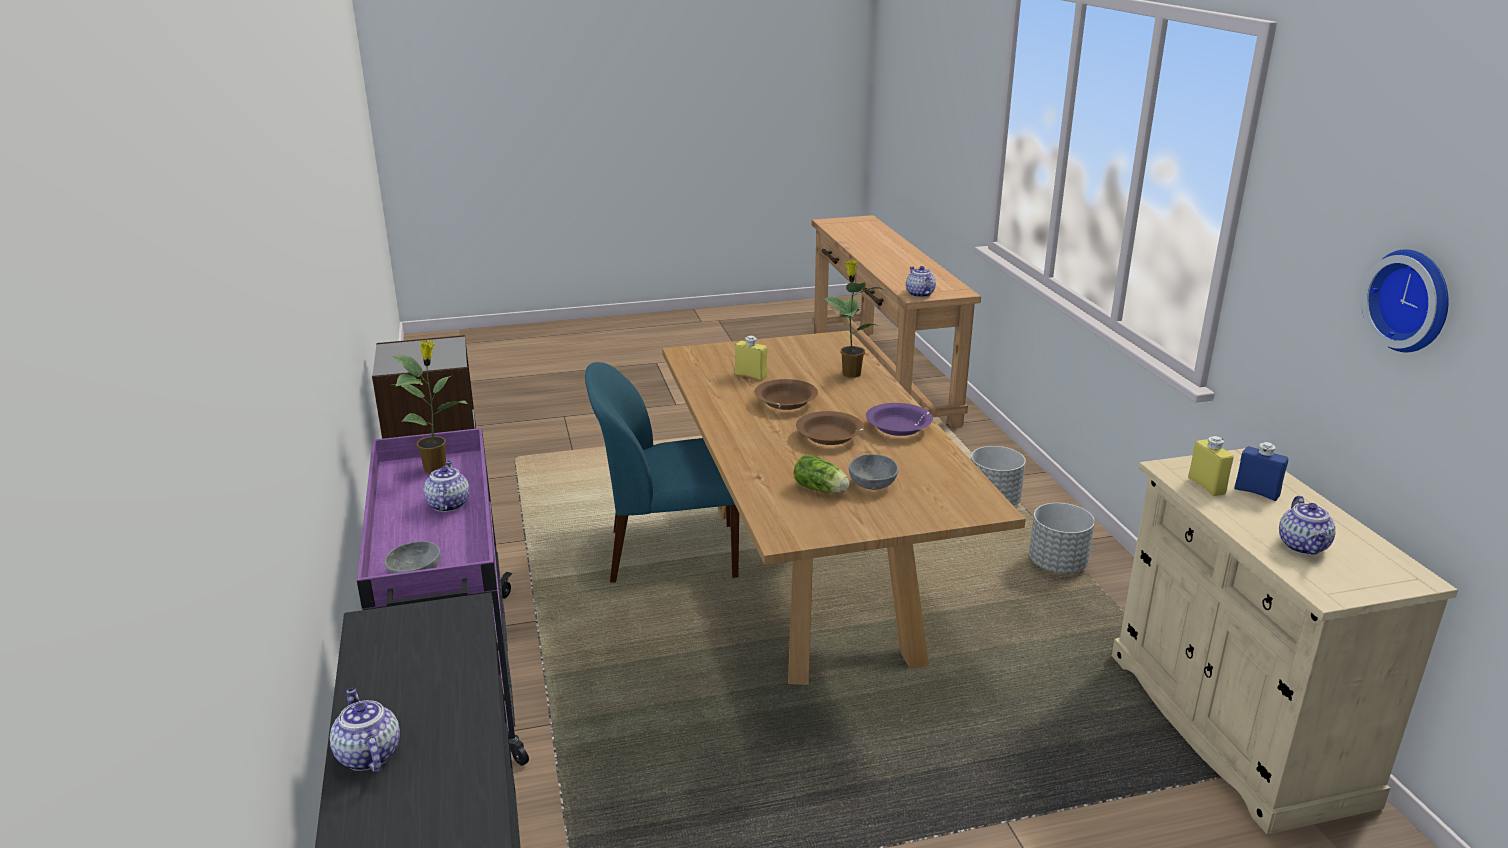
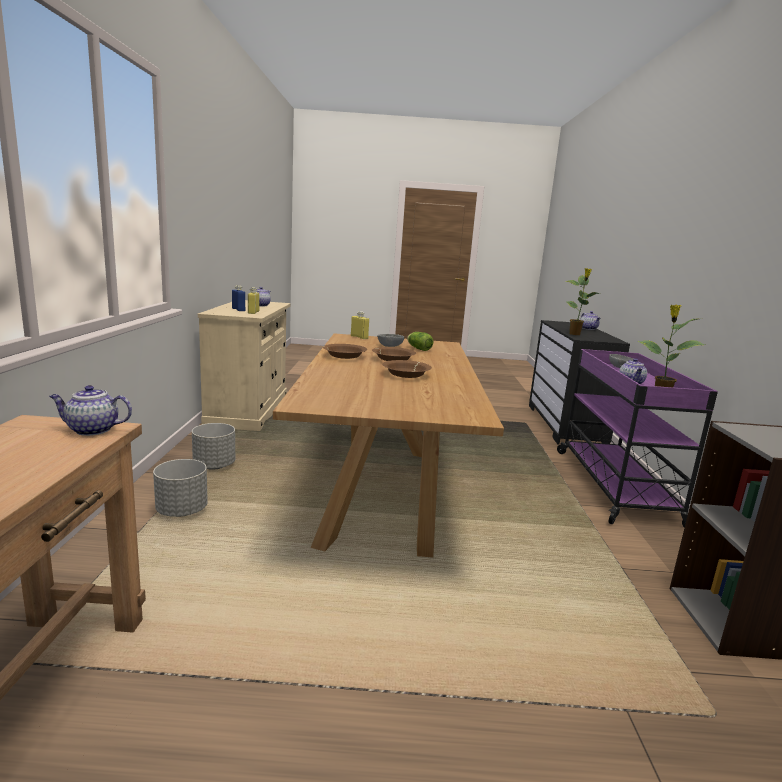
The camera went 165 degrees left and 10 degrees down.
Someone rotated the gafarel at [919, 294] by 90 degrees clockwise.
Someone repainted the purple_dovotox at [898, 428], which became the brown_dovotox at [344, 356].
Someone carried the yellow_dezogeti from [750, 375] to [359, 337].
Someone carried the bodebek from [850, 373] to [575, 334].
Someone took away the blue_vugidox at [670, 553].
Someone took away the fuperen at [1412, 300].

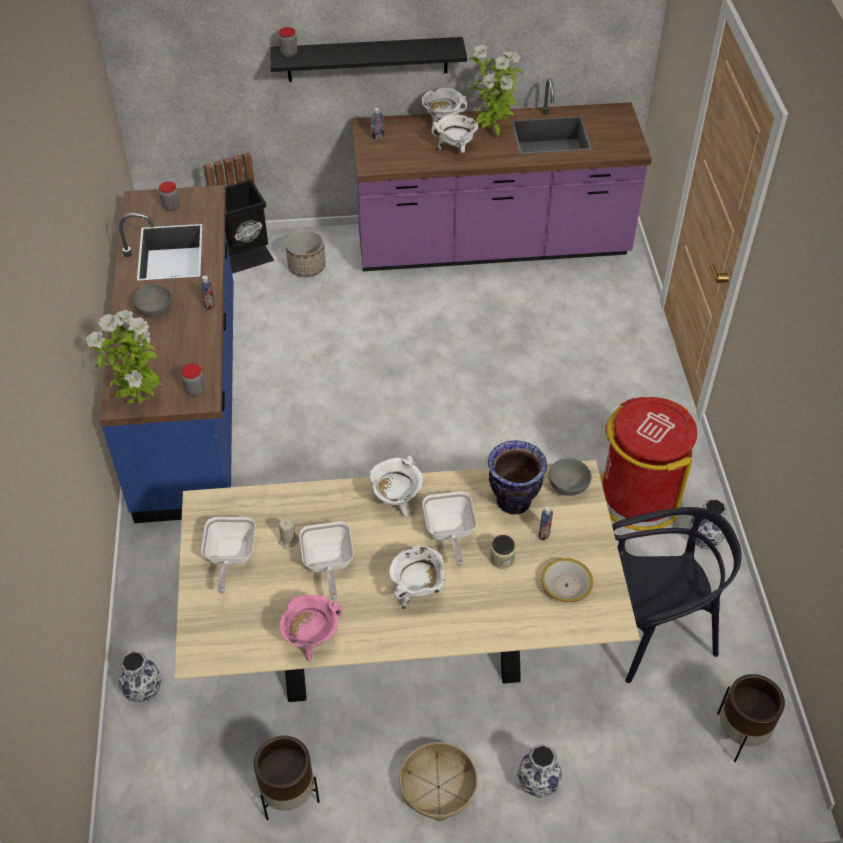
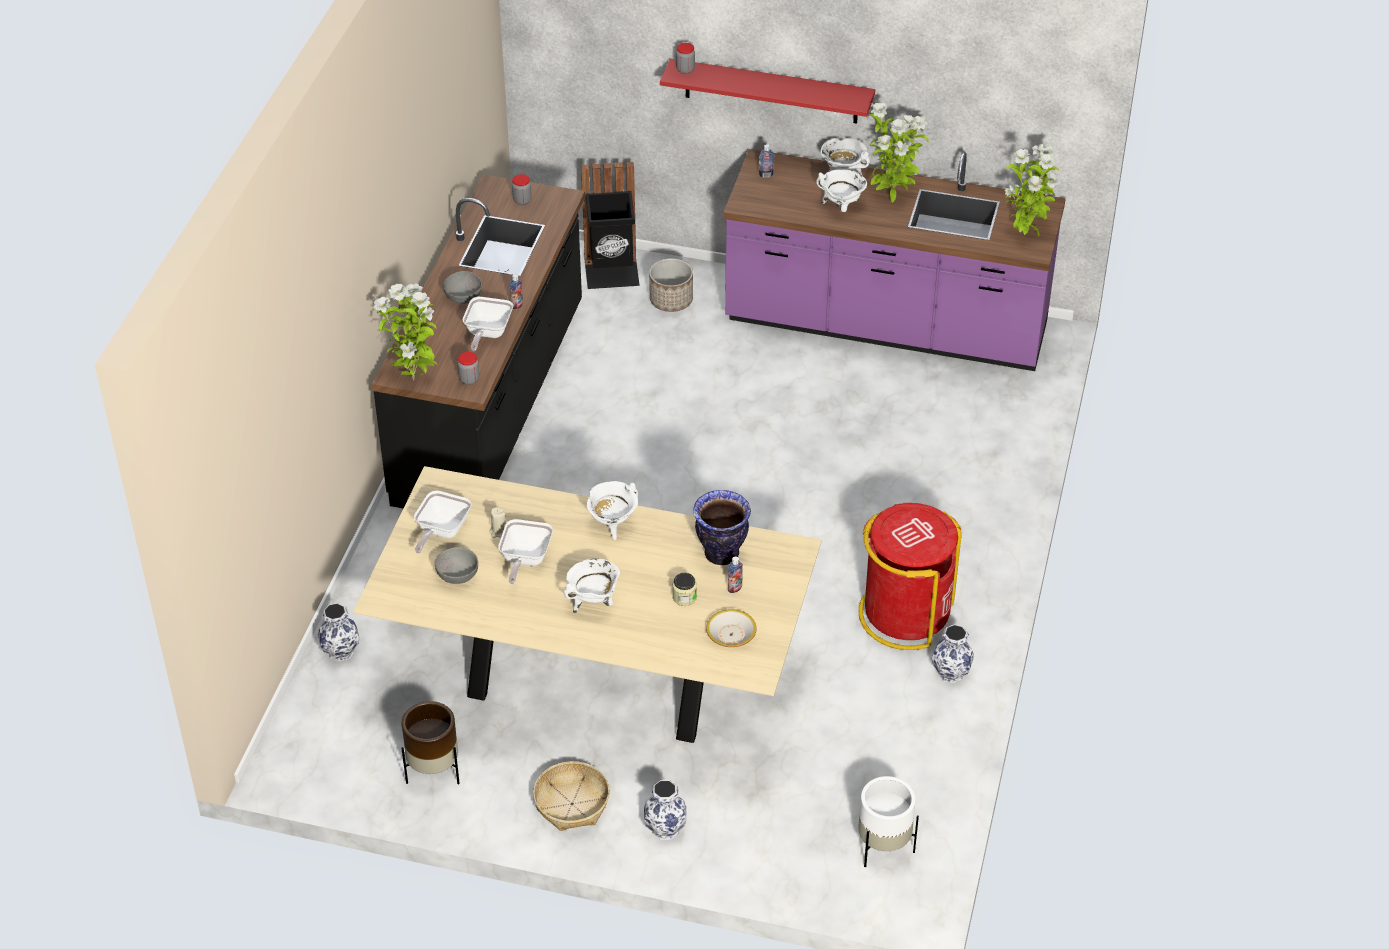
The camera went 20 degrees right and 5 degrees down.
Someone repainted the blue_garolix at [191, 399], which became the black_garolix at [492, 405].
Someone carried the grey_dovotox from [567, 486] to [456, 575].
Someone carried the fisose from [449, 533] to [487, 333].
Someone repainted the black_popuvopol at [367, 59], which became the red_popuvopol at [771, 91].
Someone repainted the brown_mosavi at [740, 735], which became the white_mosavi at [883, 847].
Someone put down the bodebek at [1026, 235].
Someone took away the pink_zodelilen at [312, 640].
Someone took away the black_vugidox at [655, 630].

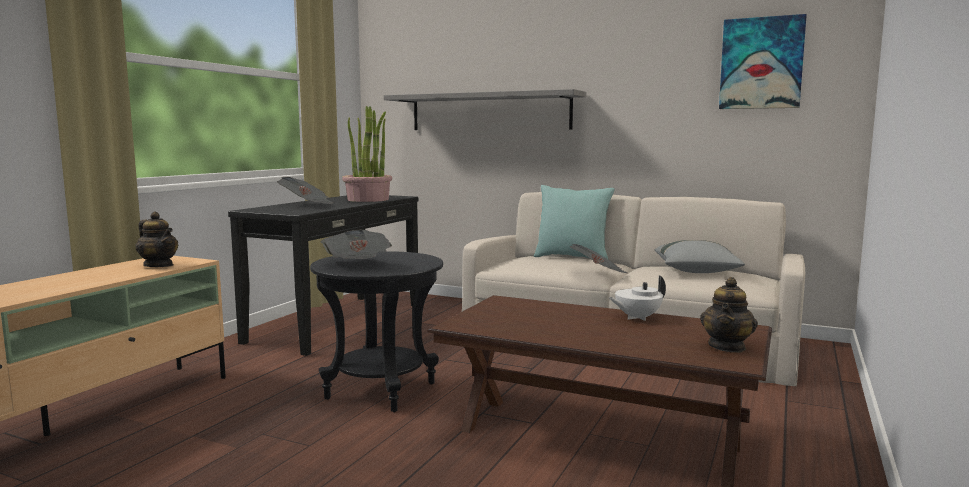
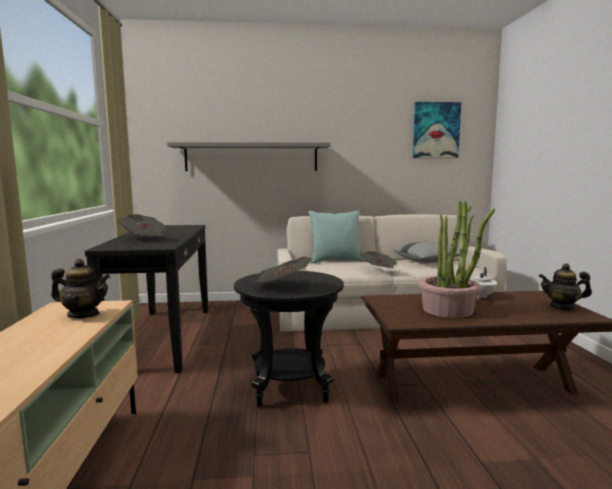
The camera went 30 degrees left and 0 degrees up.
Someone carried the bodebek from [368, 199] to [448, 310].
Someone rotated the gafarel at [727, 347] by 105 degrees clockwise.

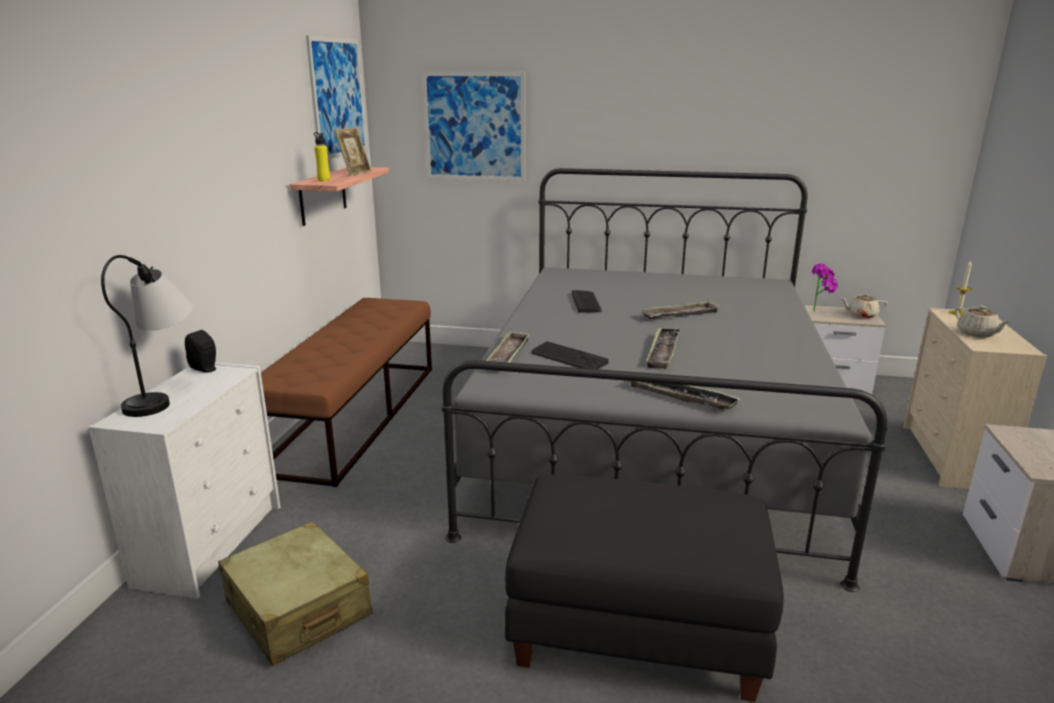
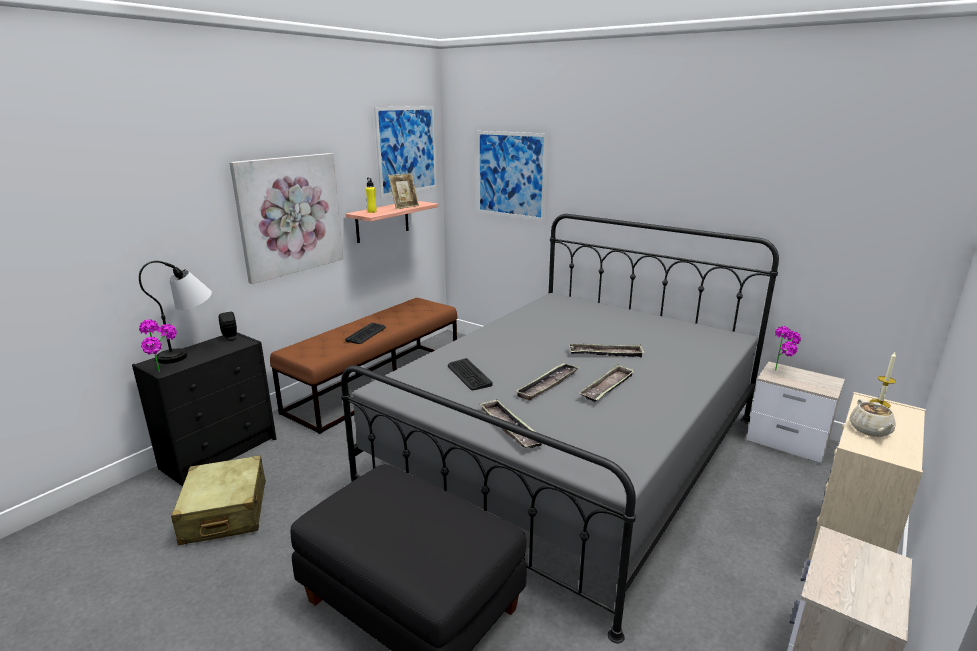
The camera went 25 degrees right and 0 degrees up.
Someone repainted the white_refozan at [212, 543], which became the black_refozan at [221, 452].
Someone put down the bodebek at [165, 372].
Someone put up the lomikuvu at [290, 215].
Someone carried the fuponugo from [586, 302] to [366, 334].
Someone carried the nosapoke from [508, 355] to [607, 387].
Someone took away the beige_gafarel at [861, 315].

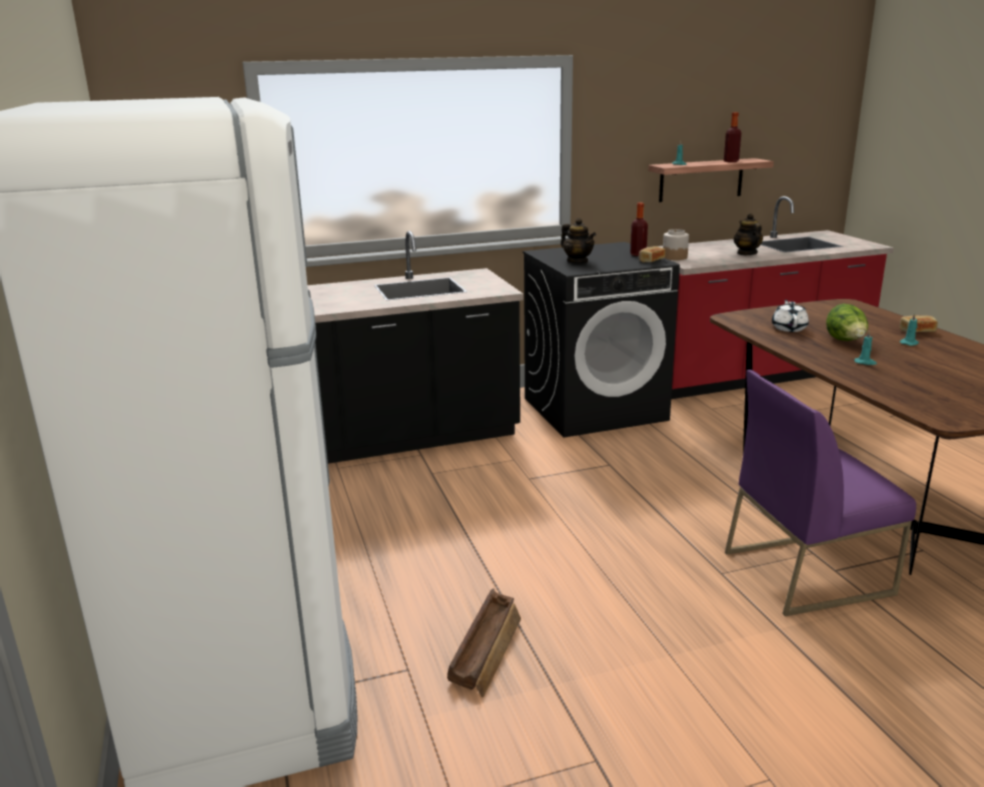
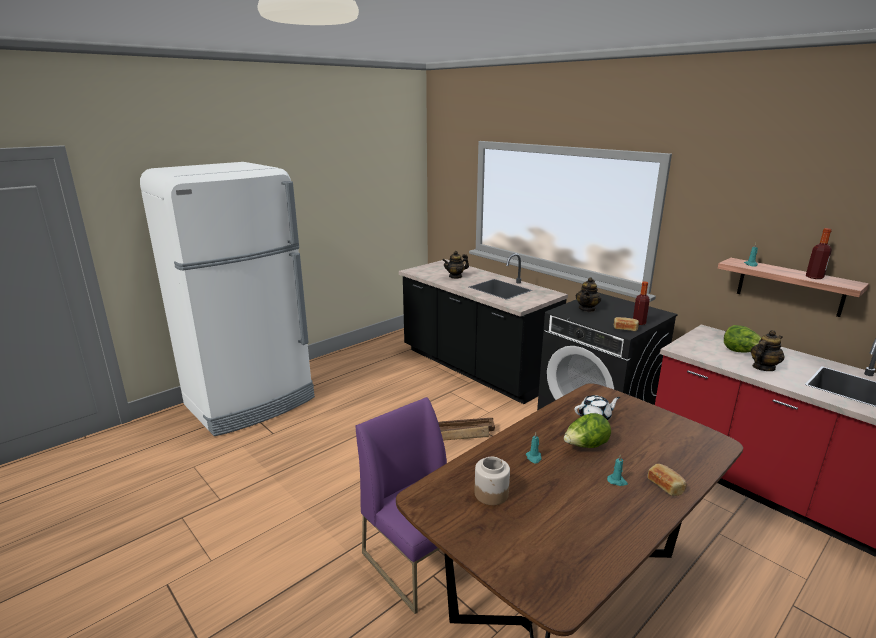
The camera went 65 degrees right and 0 degrees up.
Someone carried the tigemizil from [487, 649] to [463, 434].
Someone put down the gafarel at [455, 276].
Someone carried the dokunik from [674, 257] to [491, 493].
Someone put down the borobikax at [741, 352].

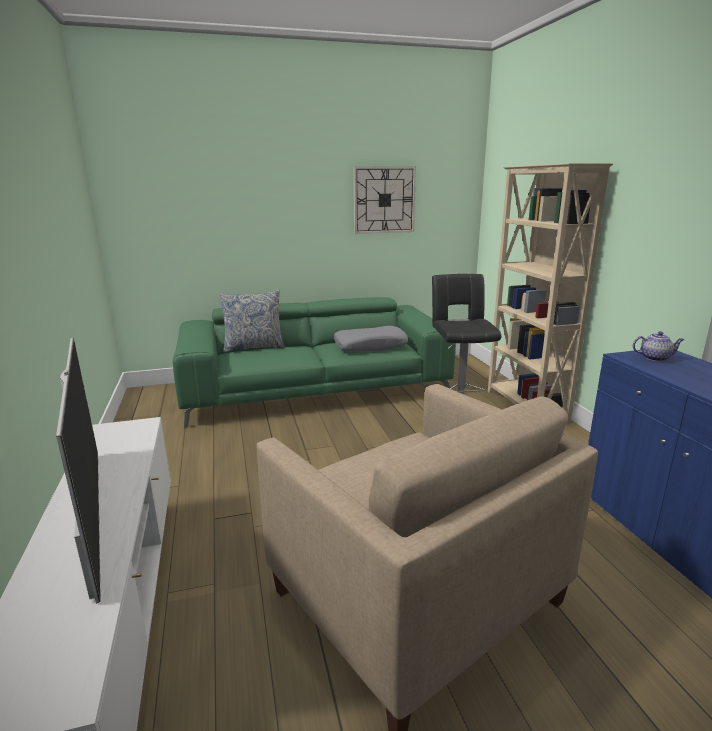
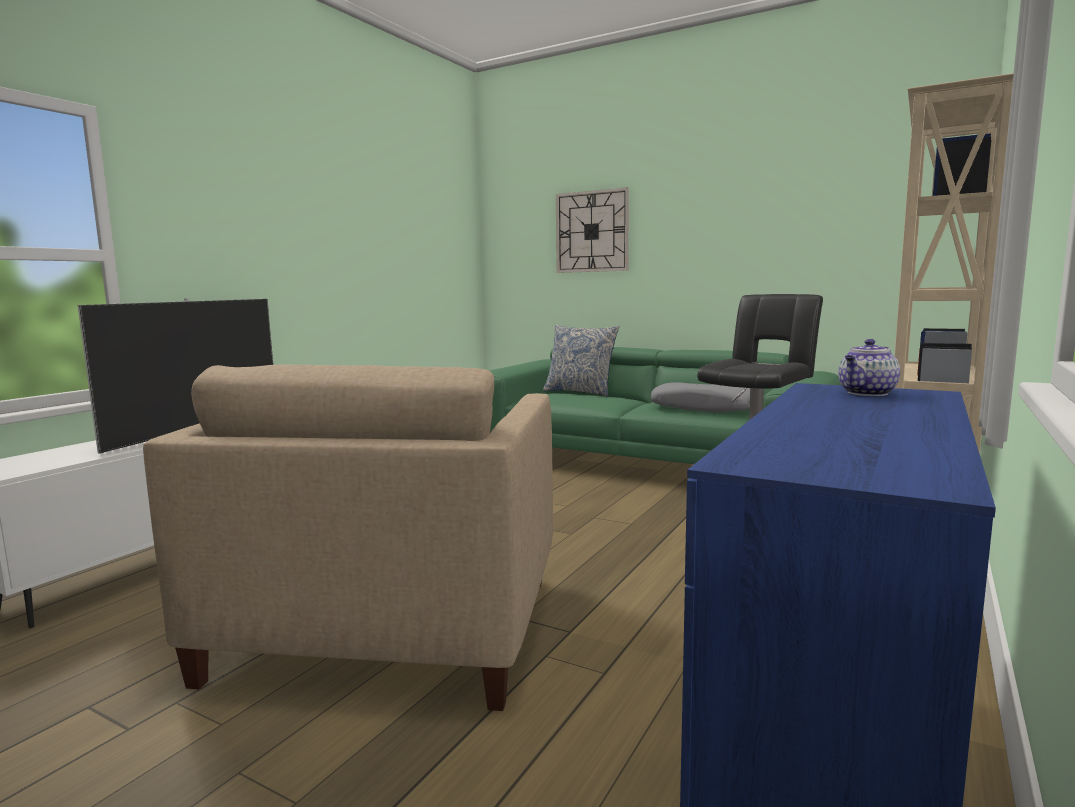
The camera went 45 degrees right and 10 degrees down.
Someone carried the fuperen from [384, 200] to [592, 231].
Someone rotated the gafarel at [655, 358] by 90 degrees clockwise.

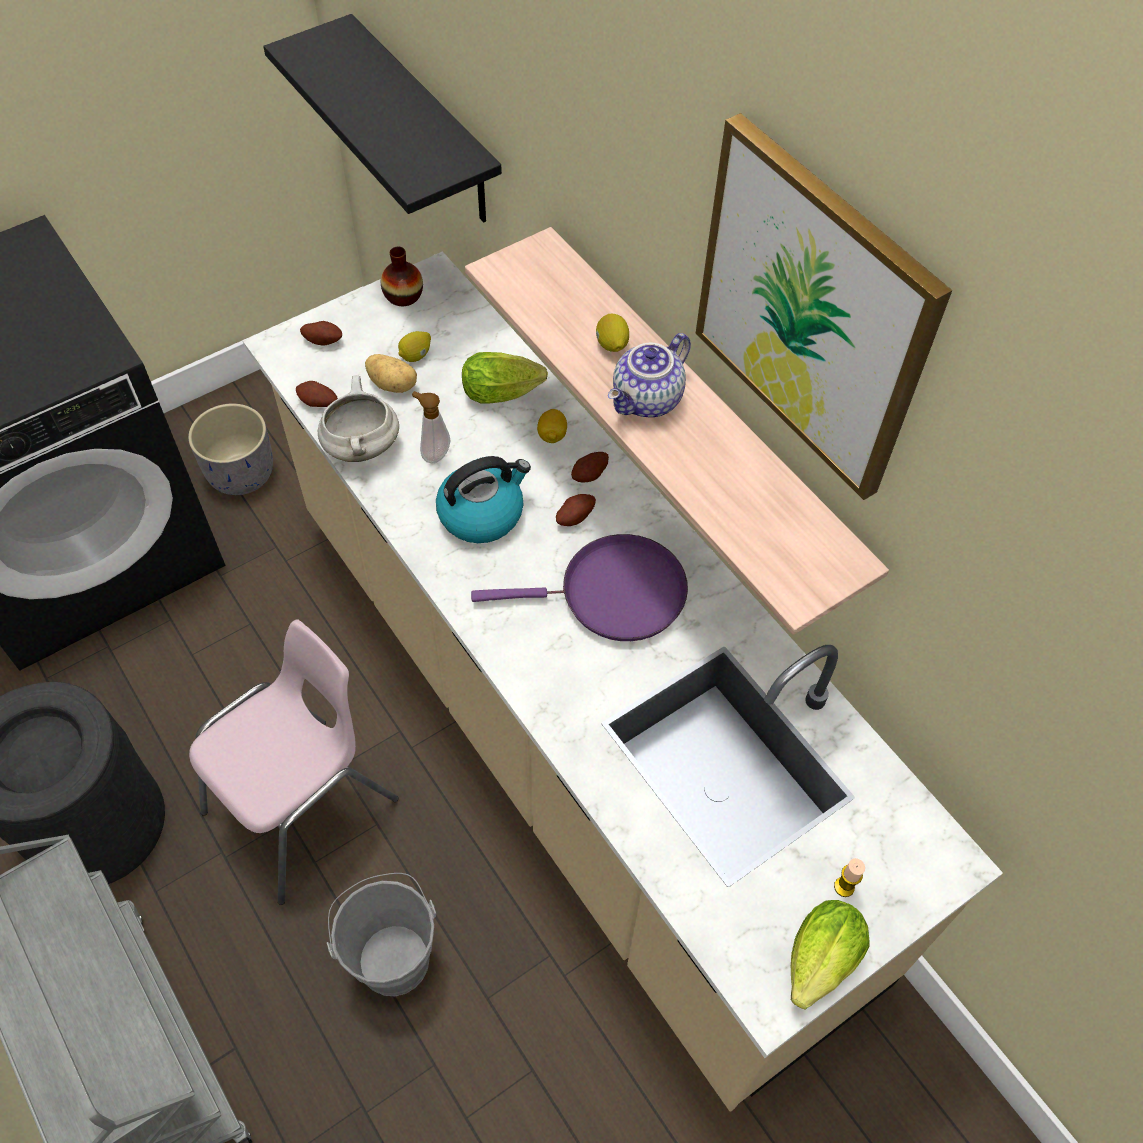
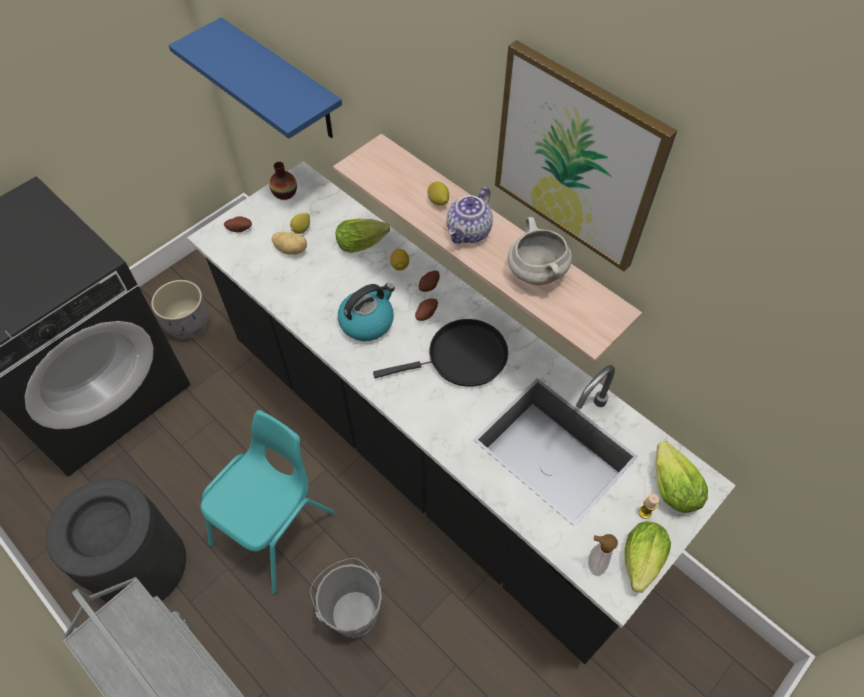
The camera went 10 degrees left and 0 degrees up.
Someone repainted the black_popuvopol at [426, 124], which became the blue_popuvopol at [283, 81].
Someone repainted the beige_garolix at [567, 735], which became the black_garolix at [432, 452].
Someone repainted the pink_vugidox at [304, 807], which became the turquoise_vugidox at [275, 528].
Someone repainted the purple_fisose at [614, 594], which became the black_fisose at [462, 358].
Someone carried the white_zodelilen from [361, 446] to [535, 272].
Someone carried the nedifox from [434, 453] to [594, 563].
Someone put down the borobikax at [672, 487].
Someone took away the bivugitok at [318, 403].

